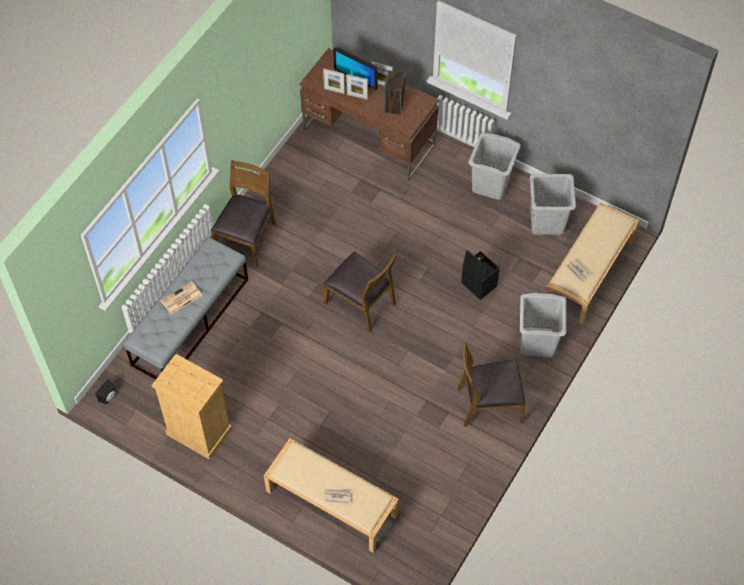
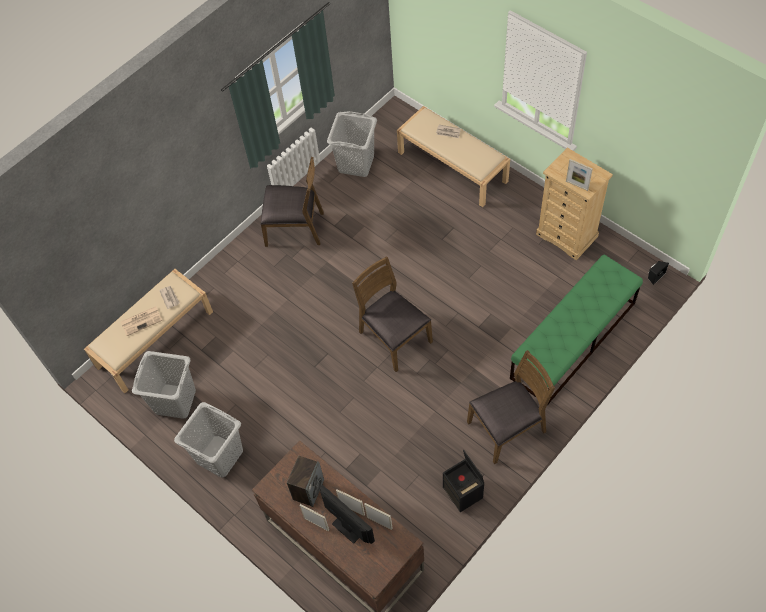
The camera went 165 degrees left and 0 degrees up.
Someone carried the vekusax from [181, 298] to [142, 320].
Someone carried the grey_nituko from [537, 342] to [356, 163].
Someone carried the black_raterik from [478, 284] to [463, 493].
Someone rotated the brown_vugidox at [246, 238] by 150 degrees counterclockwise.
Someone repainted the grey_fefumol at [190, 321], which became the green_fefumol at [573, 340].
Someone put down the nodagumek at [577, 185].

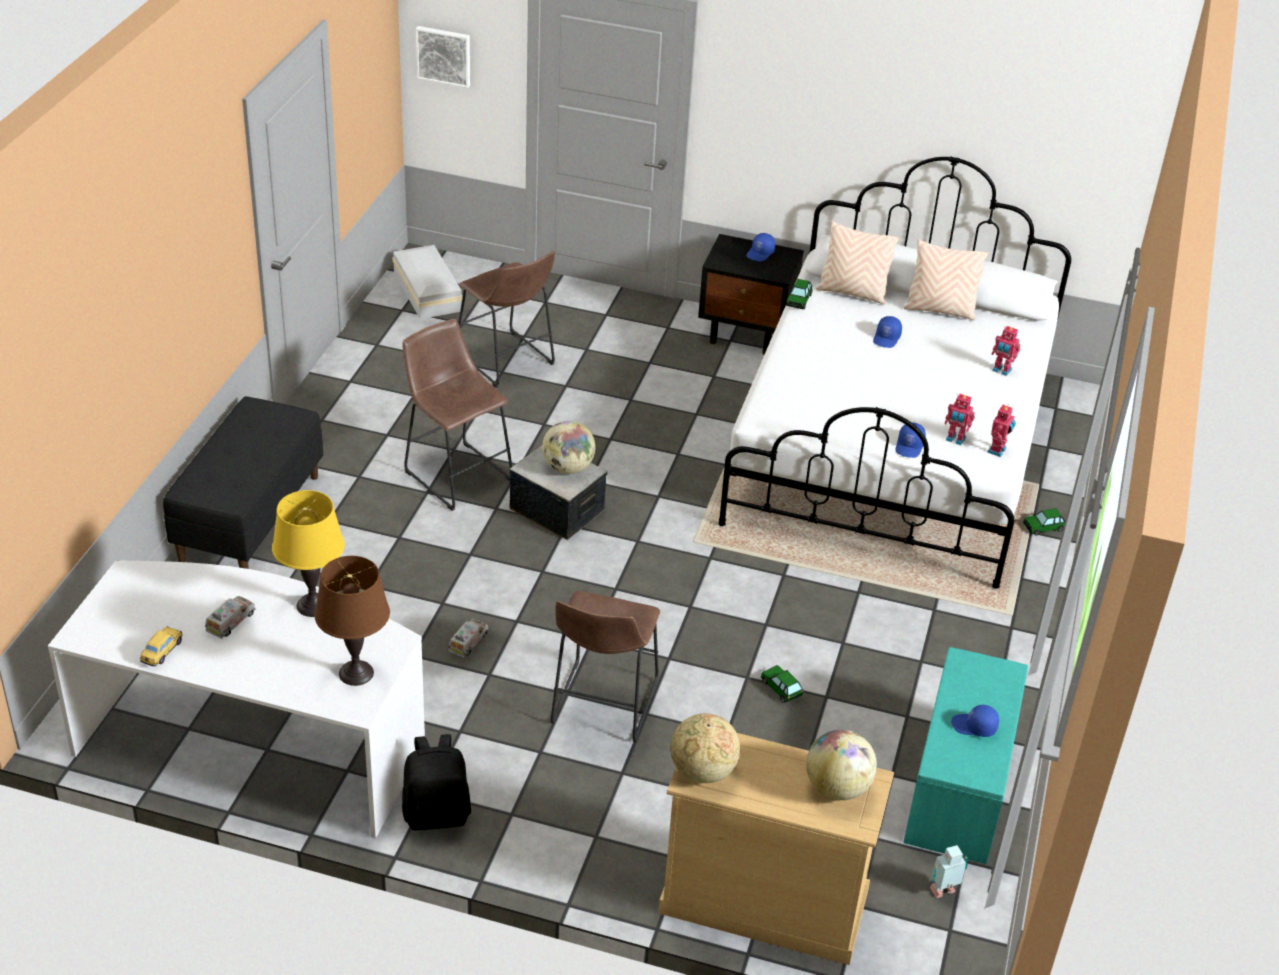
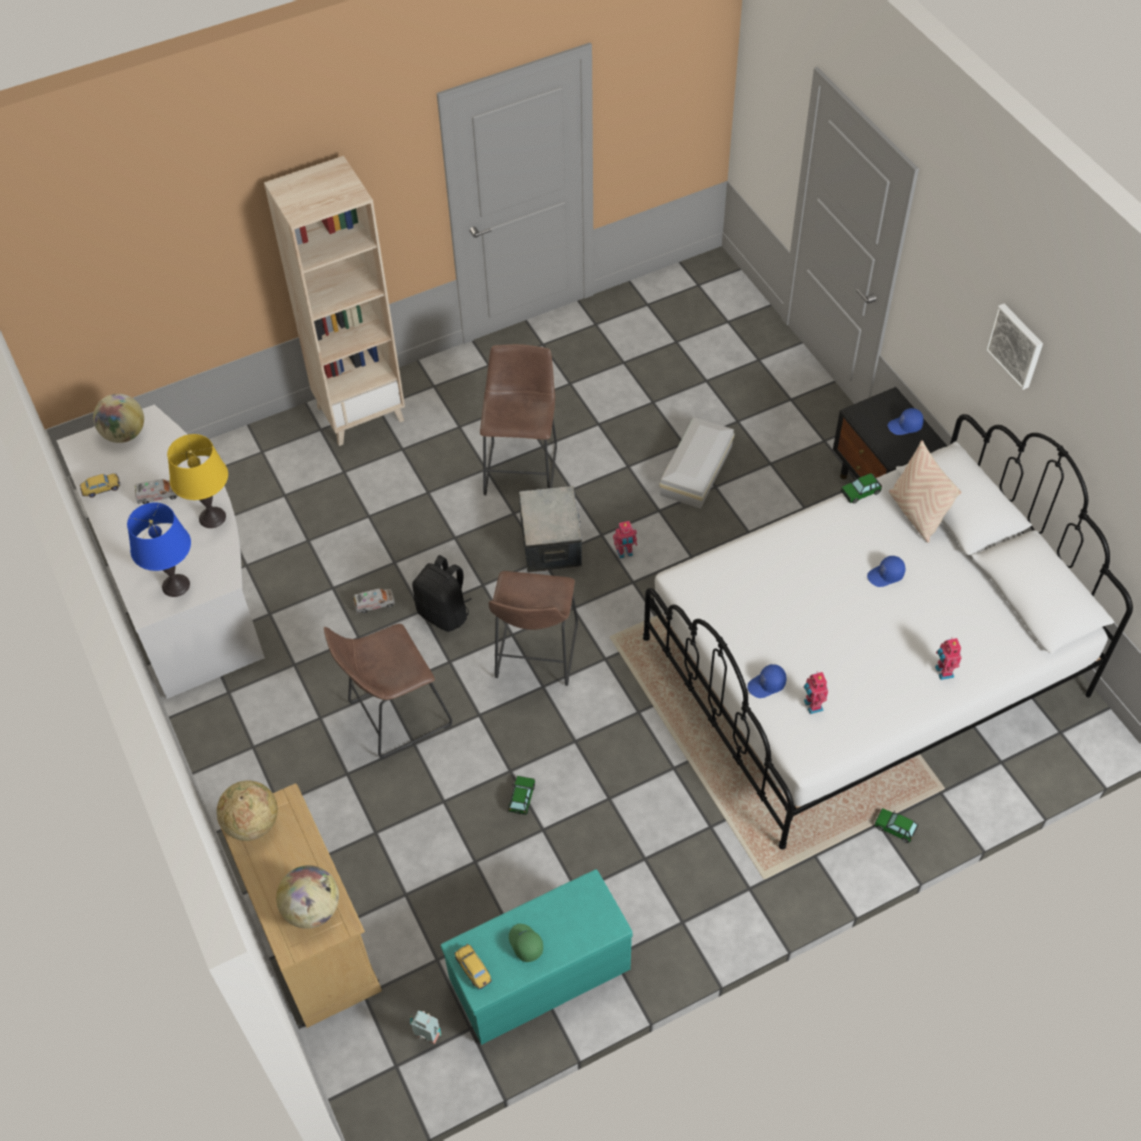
The camera went 50 degrees right and 15 degrees up.
Someone carried the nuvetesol from [567, 468] to [124, 434].
Someone repainted the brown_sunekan at [356, 673], which became the blue_sunekan at [176, 585].
Someone swapped the black_fefumol at [249, 517] for the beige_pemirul at [361, 413].
Someone carried the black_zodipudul from [437, 814] to [444, 613].
Someone put down the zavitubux at [473, 969].
Someone carried the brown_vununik from [507, 362] to [535, 655].
Someone repainted the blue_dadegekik at [974, 727], which became the green_dadegekik at [525, 944].
Someone carried the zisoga from [998, 450] to [625, 553].
Someone carried the white_raterik from [428, 290] to [698, 469].
Someone carried the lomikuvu from [444, 55] to [1016, 345].
Someone took away the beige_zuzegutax at [940, 310].

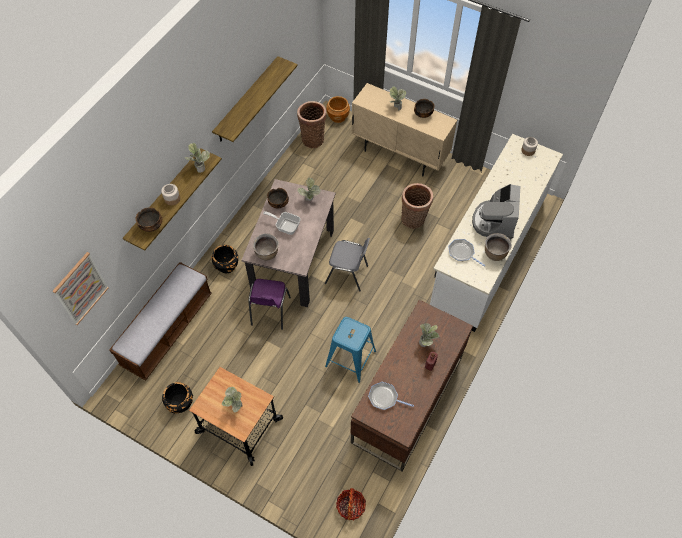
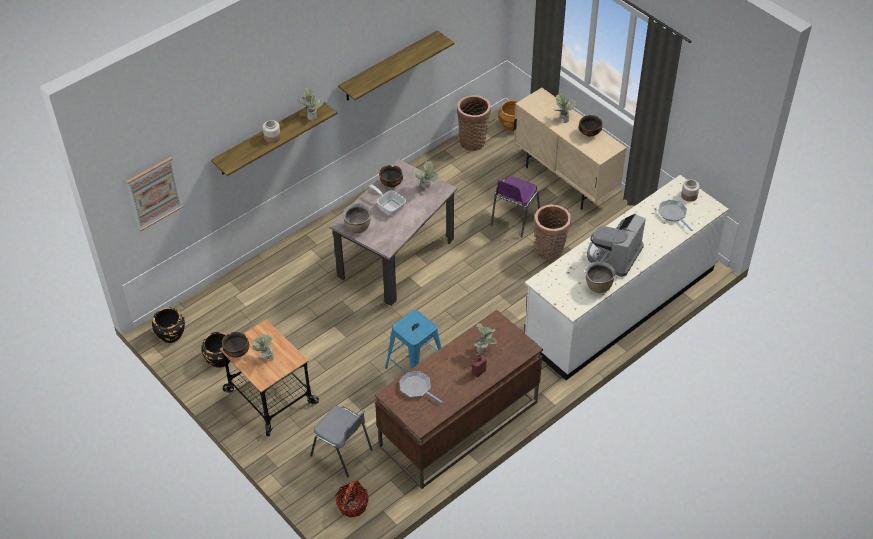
The camera went 20 degrees right and 10 degrees down.
Someone carried the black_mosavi from [227, 266] to [171, 334].
Someone carried the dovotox from [152, 226] to [237, 352].
Someone carried the grey_vugidox from [348, 275] to [343, 453].
Someone carried the purple_vugidox from [270, 312] to [514, 219].
Someone carried the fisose from [462, 253] to [673, 214].
Someone took away the fefumol at [167, 330].

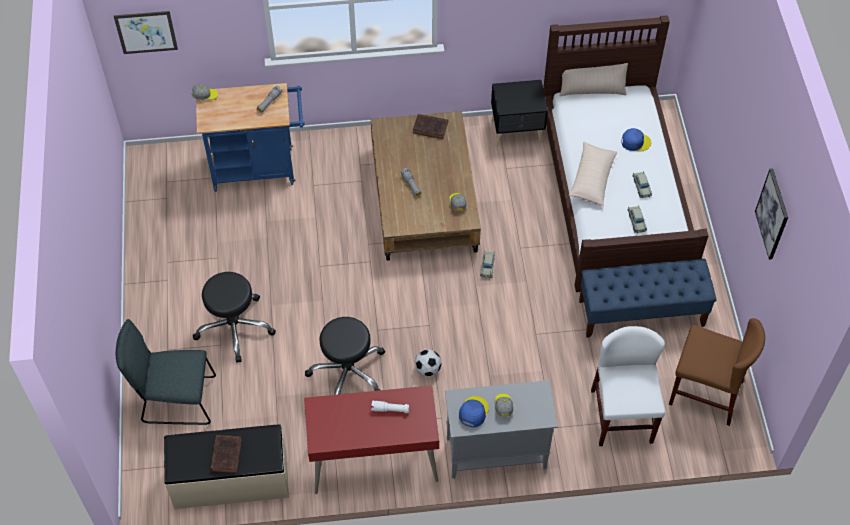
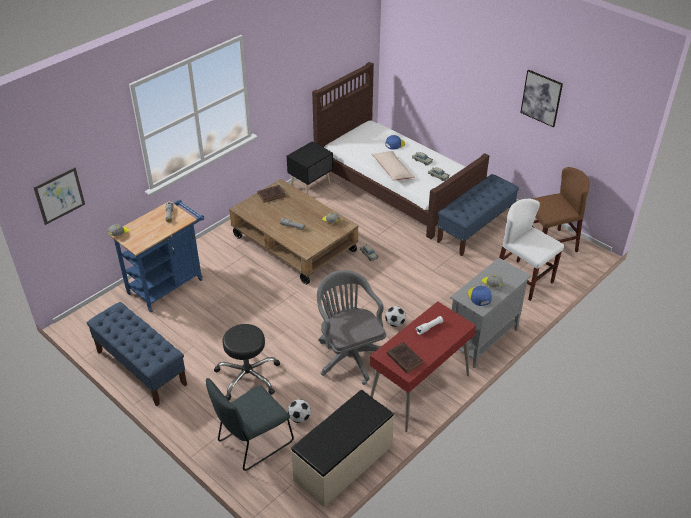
The camera went 40 degrees left and 15 degrees down.
Someone put down the blue_fefumol at [141, 368].
Someone put down the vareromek at [299, 418].
Someone swapped the black_vununik at [347, 372] for the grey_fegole at [349, 355].
Someone carried the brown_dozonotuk from [226, 454] to [404, 358].
Someone took away the beige_zuzegutax at [592, 89].

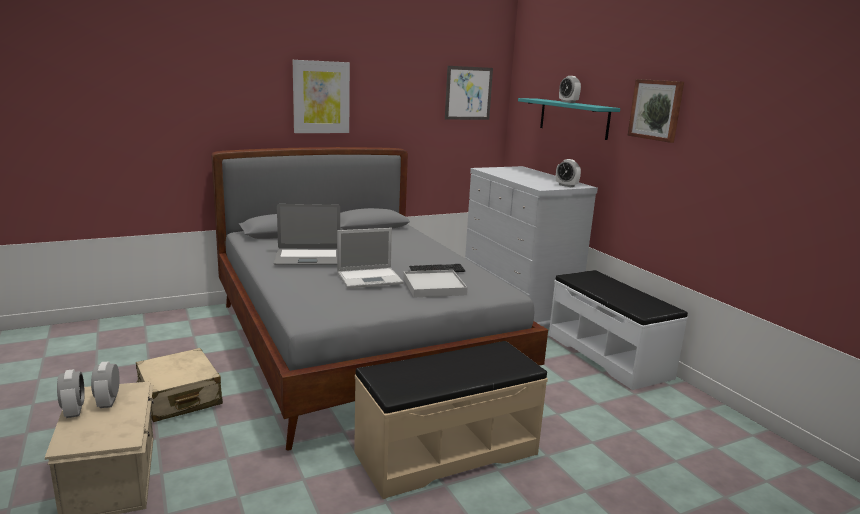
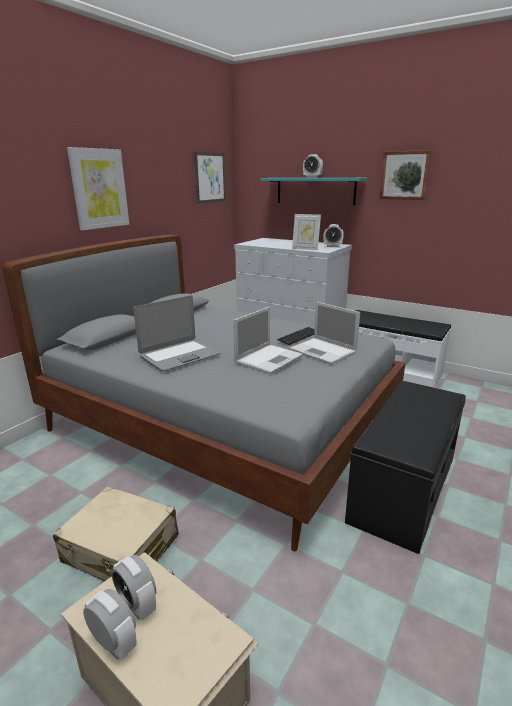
The camera went 30 degrees left and 5 degrees up.
Someone swapped the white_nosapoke at [434, 286] for the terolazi at [324, 351].
Someone put down the nodagumek at [305, 249].
Someone repainted the beige_fefumol at [446, 452], which became the black_fefumol at [402, 488].

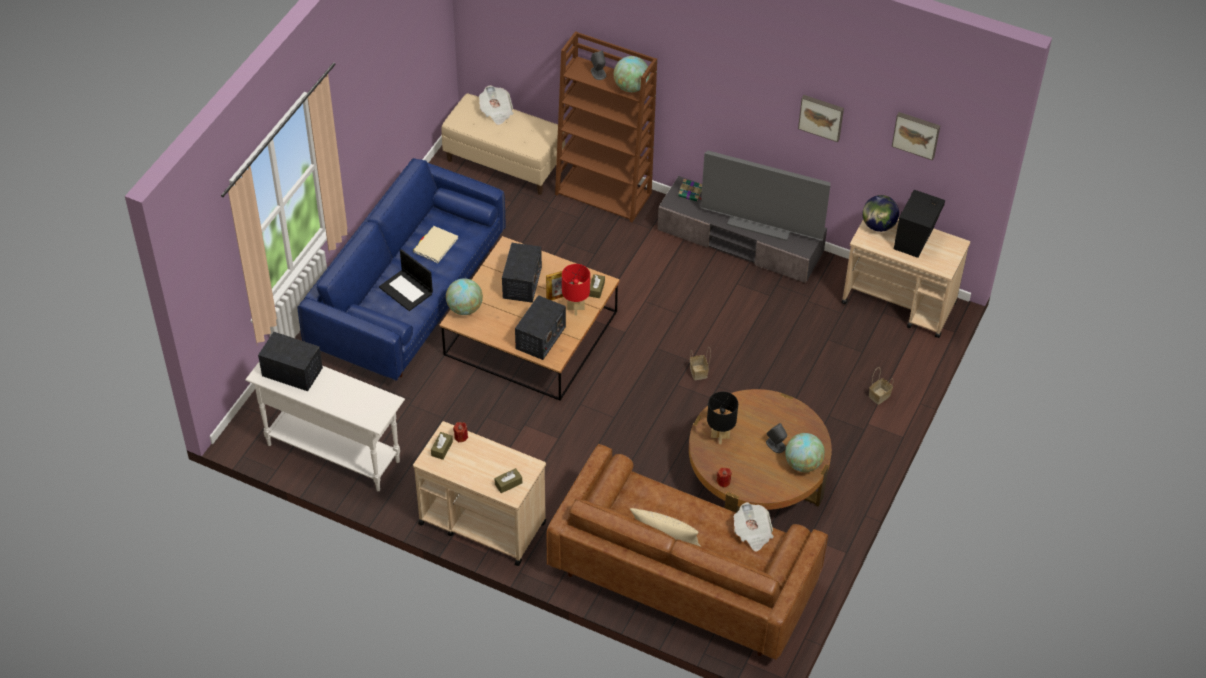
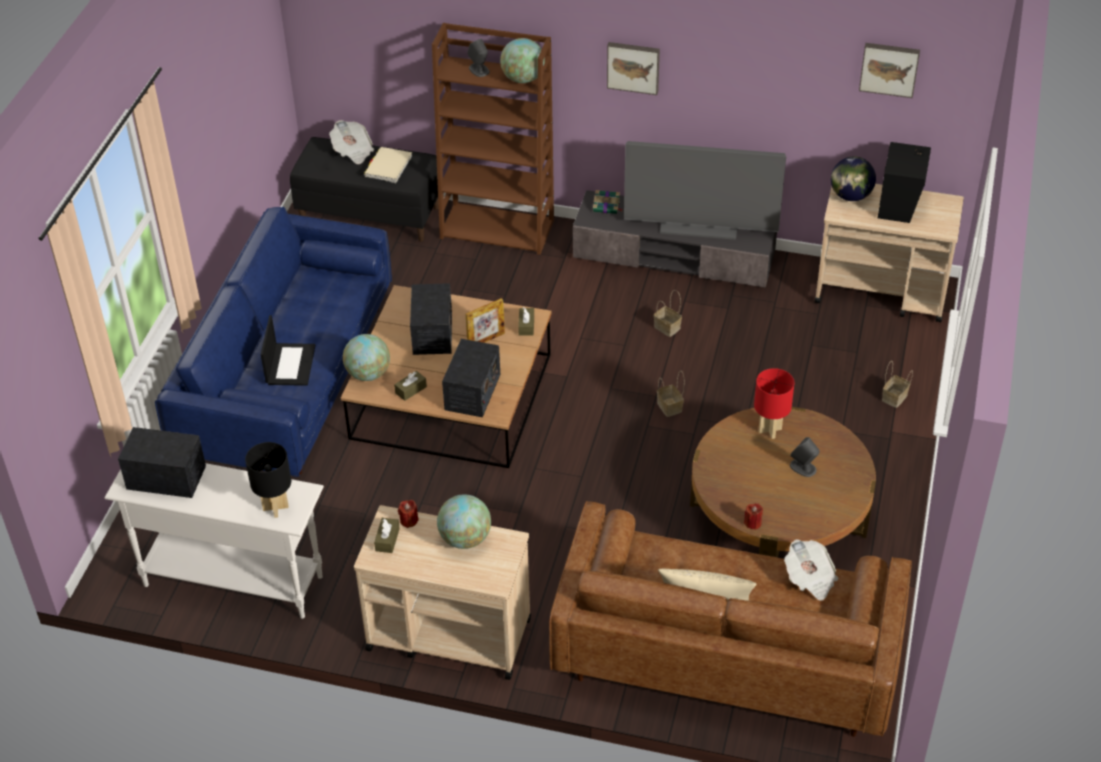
The camera went 10 degrees left and 5 degrees down.
Someone carried the black_sunekan from [720, 436] to [276, 507].
Someone rotated the terolazi at [406, 290] by 120 degrees counterclockwise.
Someone repainted the beige_fefumol at [505, 163], which became the black_fefumol at [370, 214].
Someone carried the beige_dozonotuk from [435, 246] to [388, 167].
Someone carried the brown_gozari from [508, 483] to [411, 390].
Someone carried the nuvetesol from [803, 464] to [465, 539].
Someone carried the lomikuvu from [821, 116] to [633, 67].
Someone put down the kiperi at [668, 328].
Someone carried the red_sunekan from [575, 308] to [769, 430].

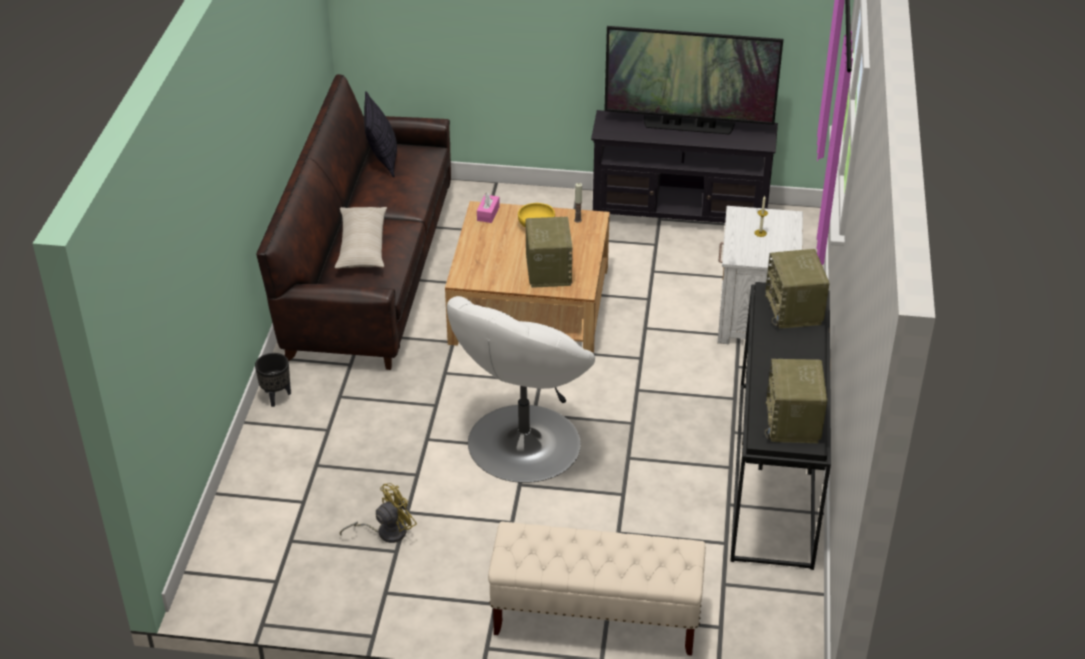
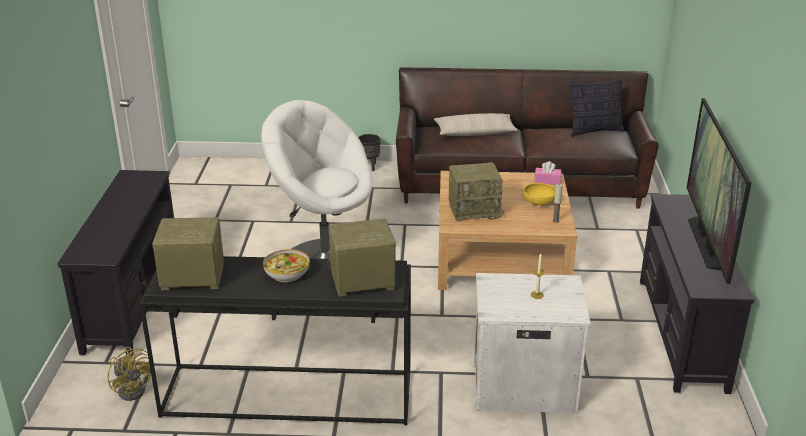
The camera went 85 degrees right and 10 degrees down.
Someone swapped the beige_fefumol at [595, 617] for the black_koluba at [132, 302].
Someone carried the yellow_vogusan from [386, 532] to [134, 388].
Someone put down the dovotox at [287, 273].

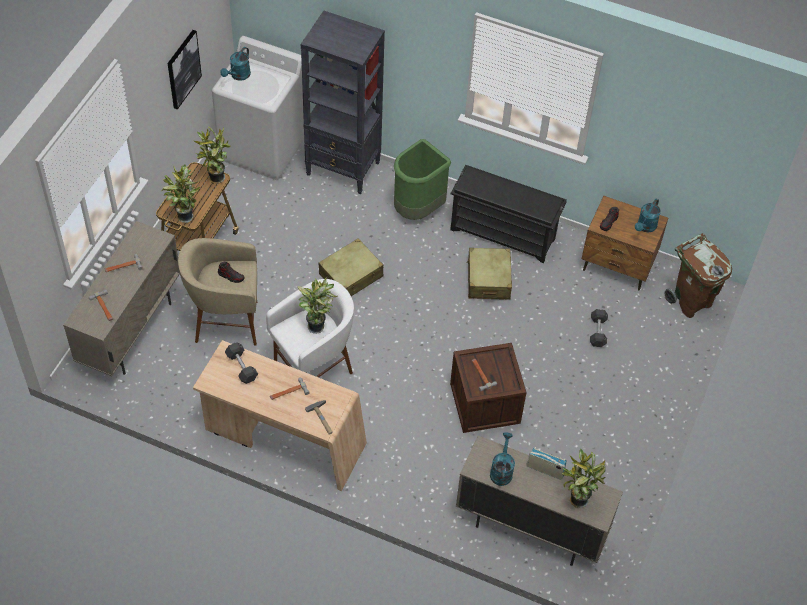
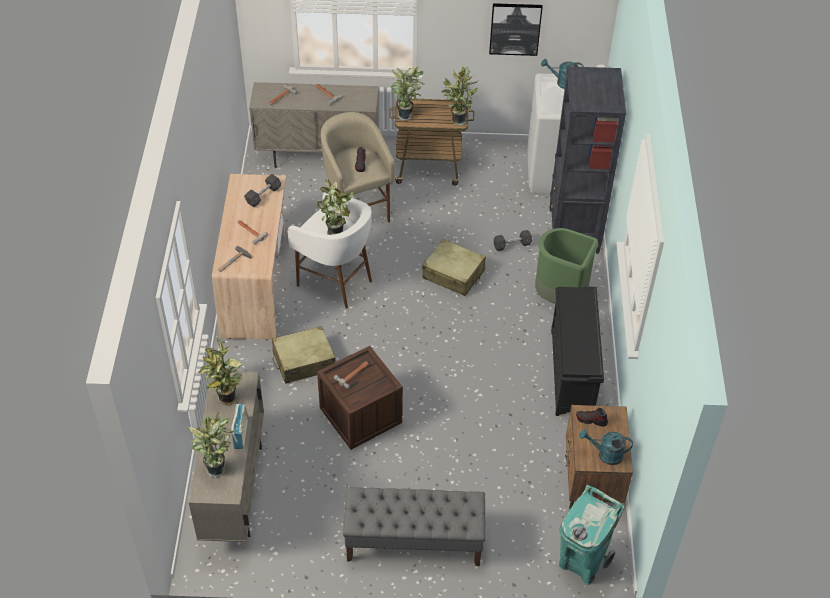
The camera went 70 degrees right and 5 degrees down.
Someone swapped the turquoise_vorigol at [501, 470] for the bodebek at [226, 400].
Someone carried the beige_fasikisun from [488, 280] to [303, 361].
Someone put down the grey_fefumol at [413, 542].
Someone carried the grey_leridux from [597, 332] to [512, 245].
Someone repainted the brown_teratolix at [691, 302], which became the turquoise_teratolix at [582, 562].

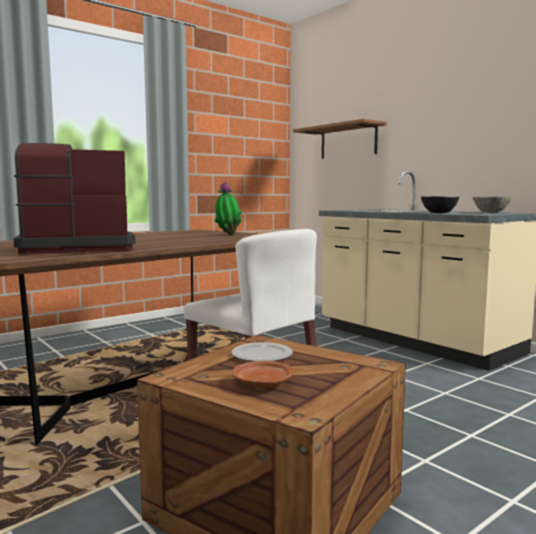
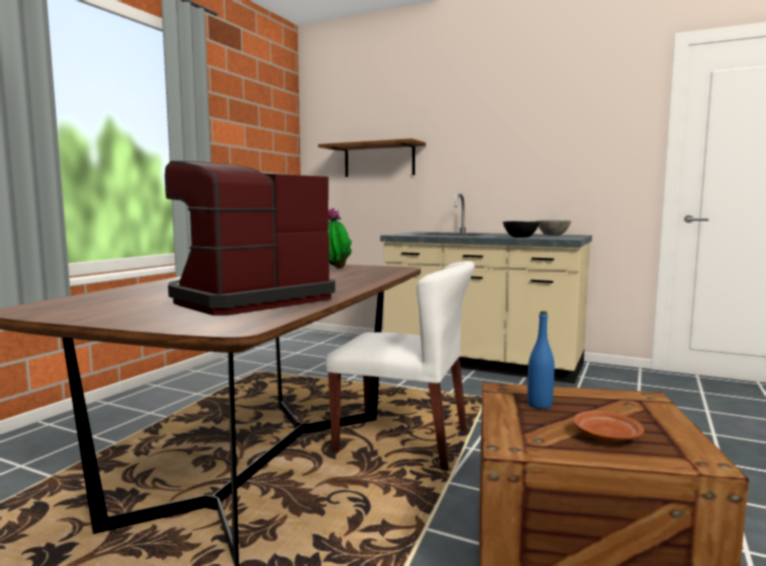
The camera went 25 degrees left and 0 degrees up.
Someone swapped the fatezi at [263, 355] for the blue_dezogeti at [539, 405].

